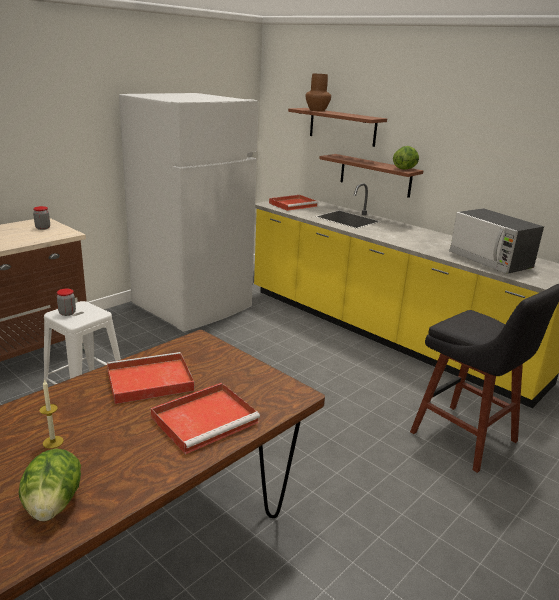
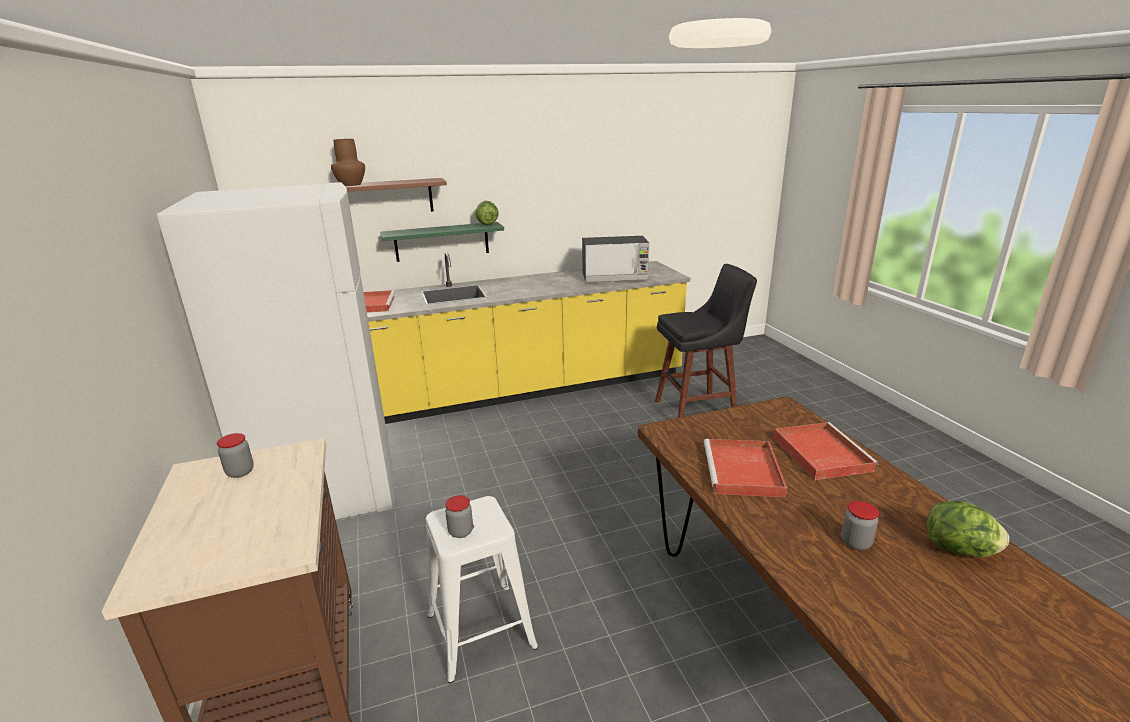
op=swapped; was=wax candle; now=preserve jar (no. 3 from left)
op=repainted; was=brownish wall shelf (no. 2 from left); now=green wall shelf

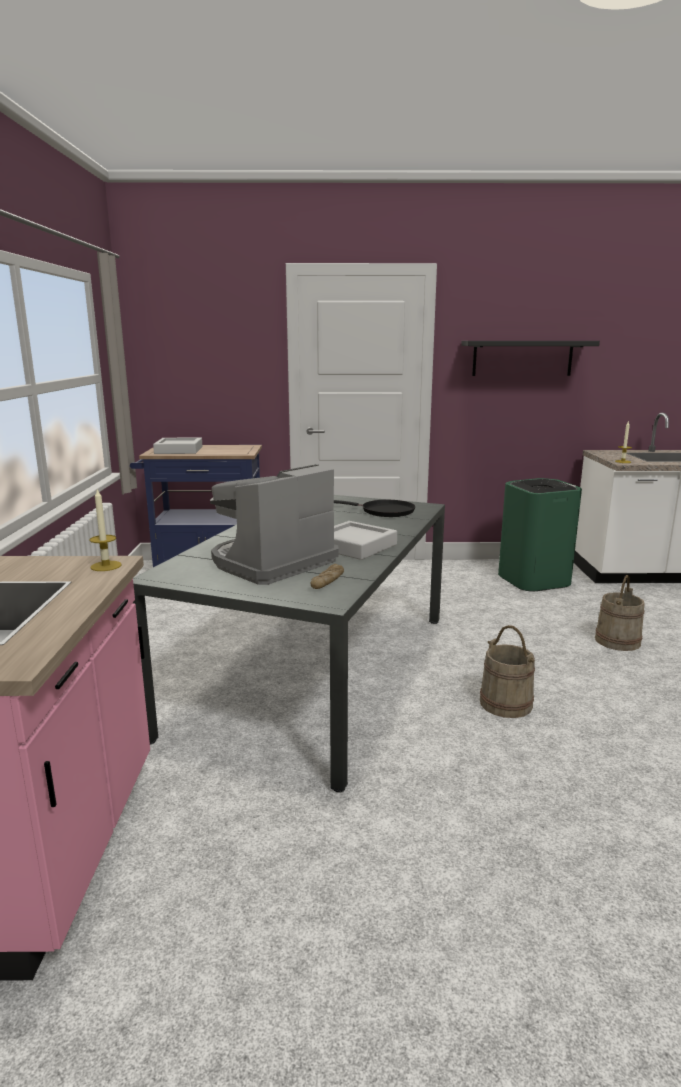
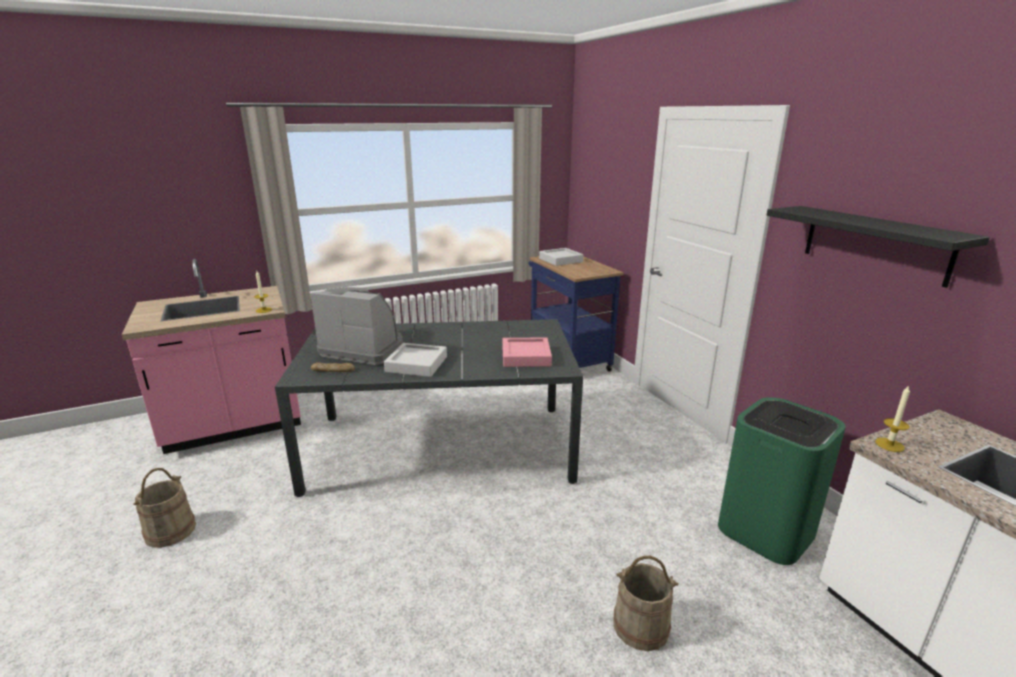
op=shifted; was=beige-coloured pail (no. 1 from left)
op=swapped; was=black-coloured pan; now=pinkish carrying tray

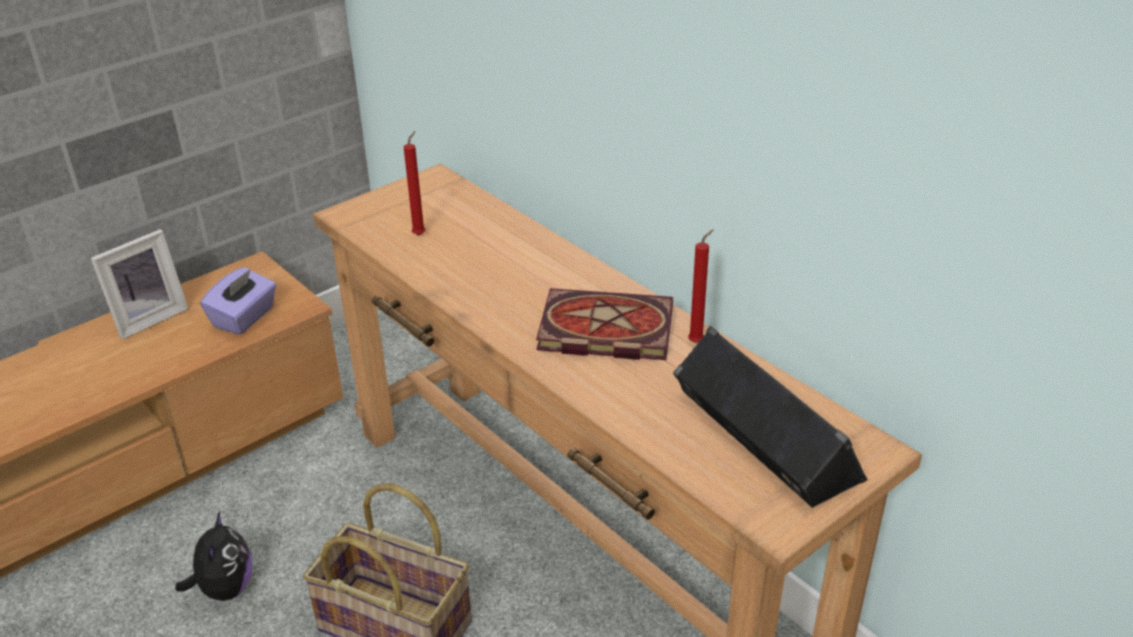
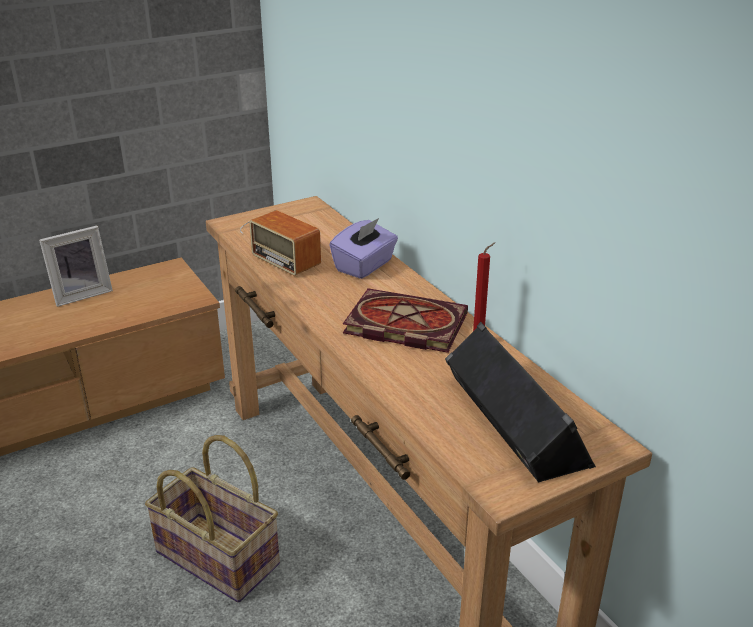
op=gone; was=soft toy
op=shifted; was=purplish box of tissues
op=swapped; was=reddish wax candle (no. 1 from left); now=radio set

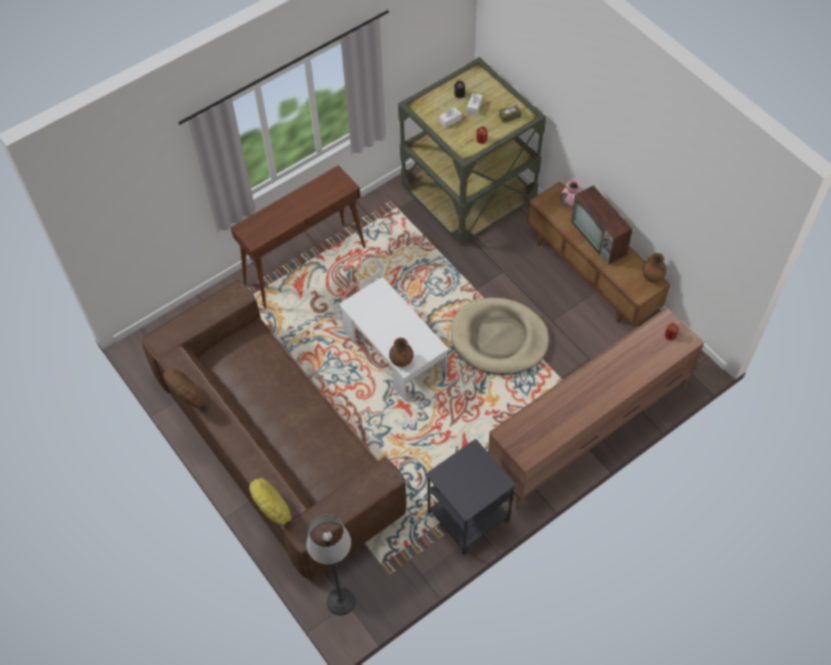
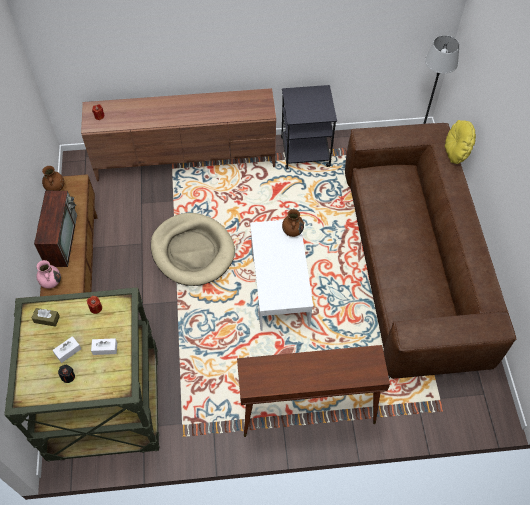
op=gone; was=brownish pillow

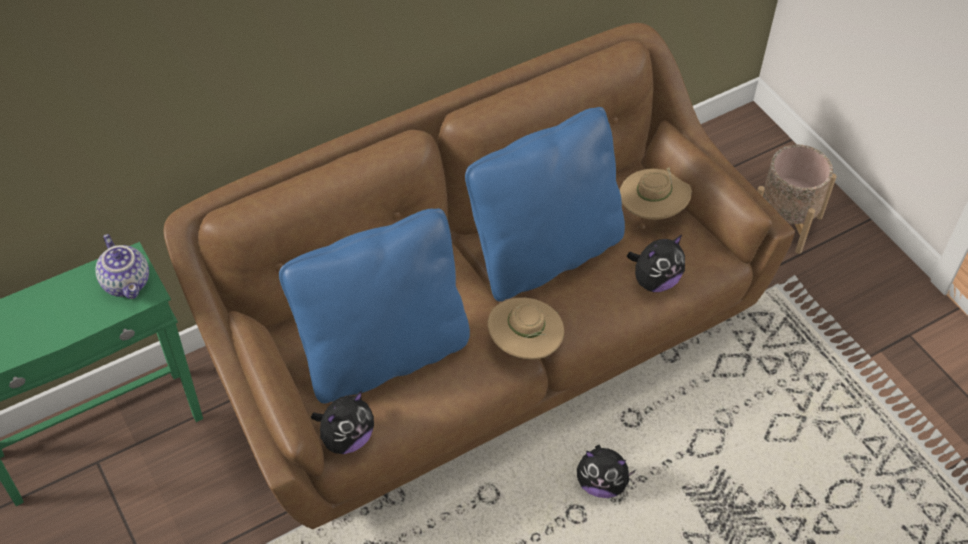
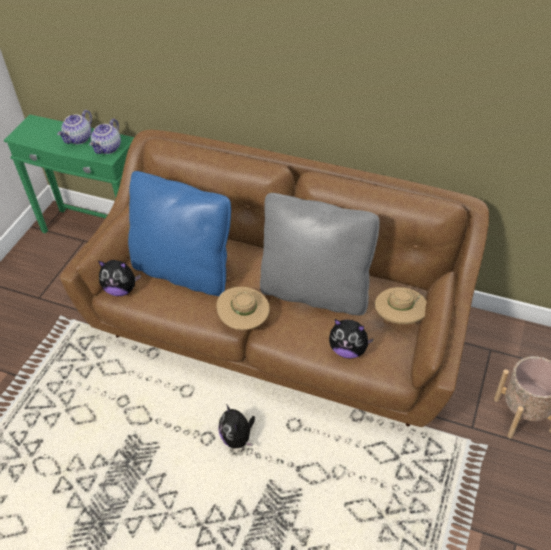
op=new; now=pot for tea (no. 1 from left)
op=repainted; was=blue-coloured pillow (no. 2 from left); now=grey pillow

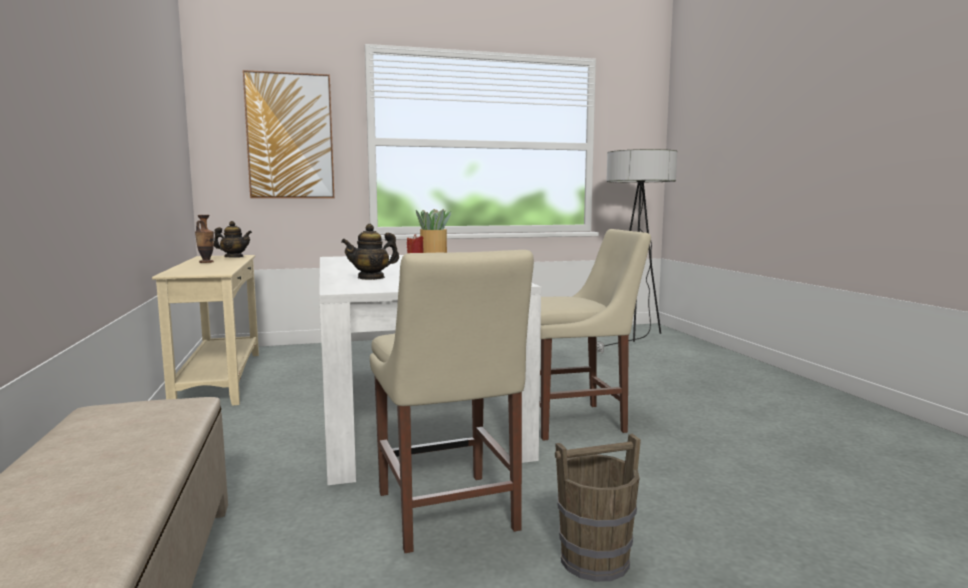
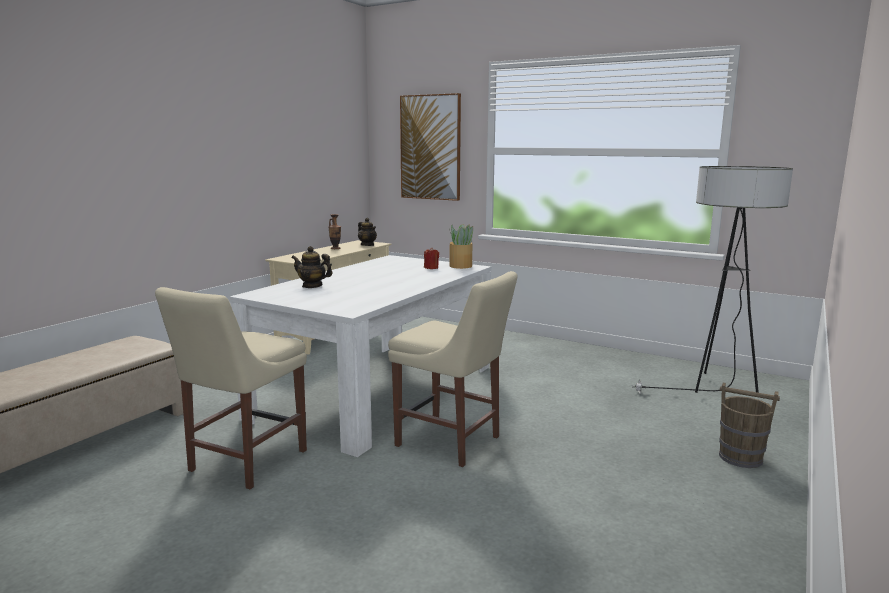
op=shifted; was=brownish pail

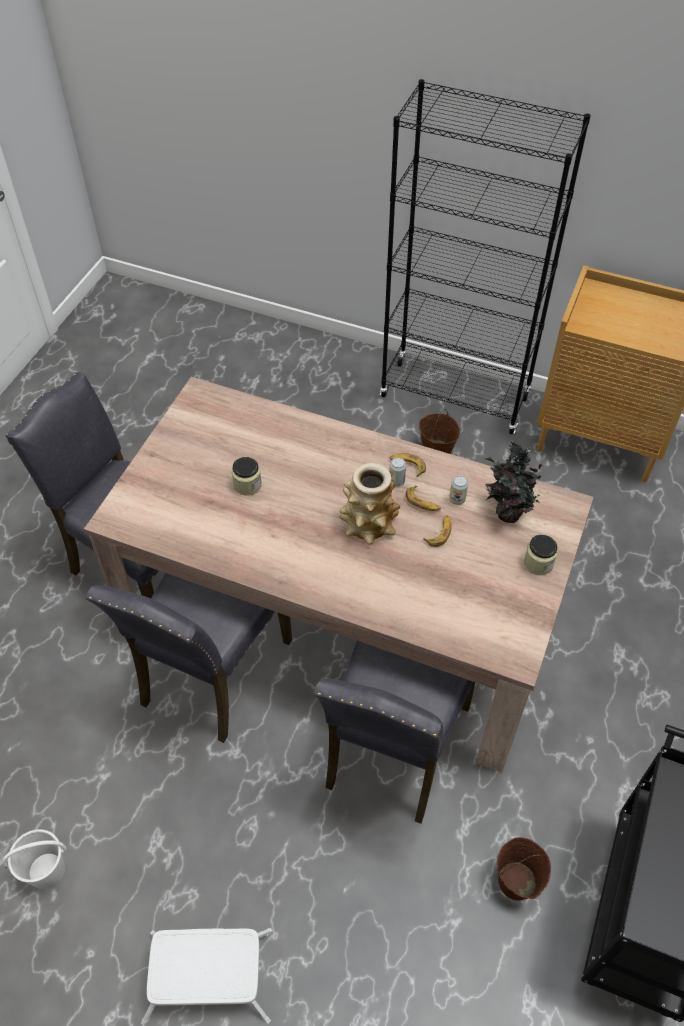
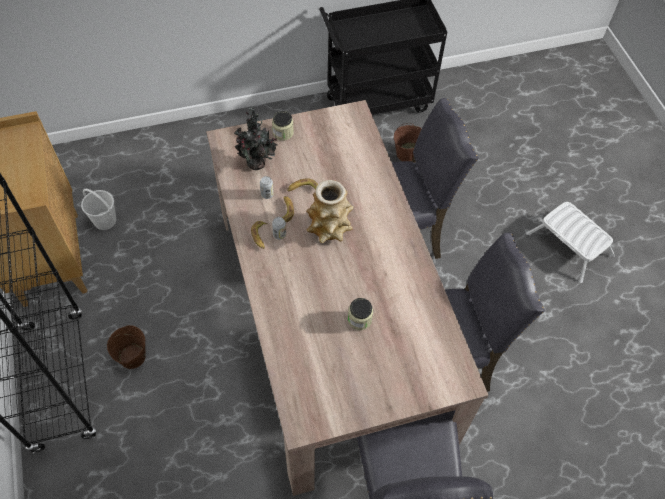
op=shifted; was=white-coloured pail

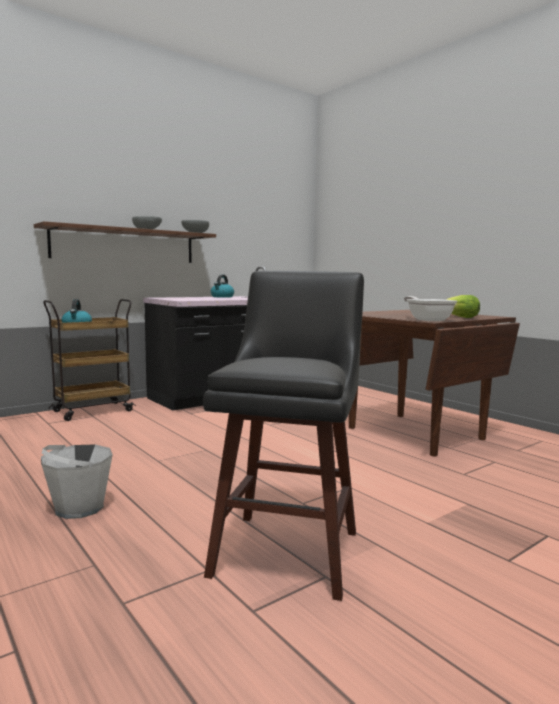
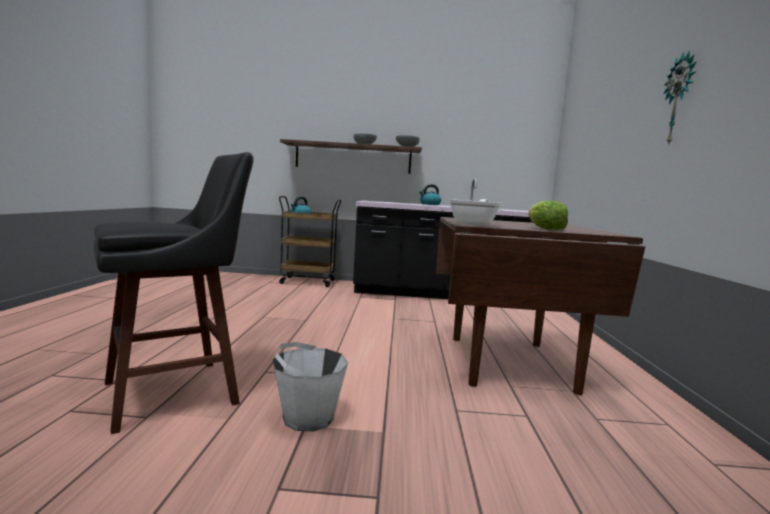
op=new; now=hanging clock
op=shifted; was=white-coloured pail

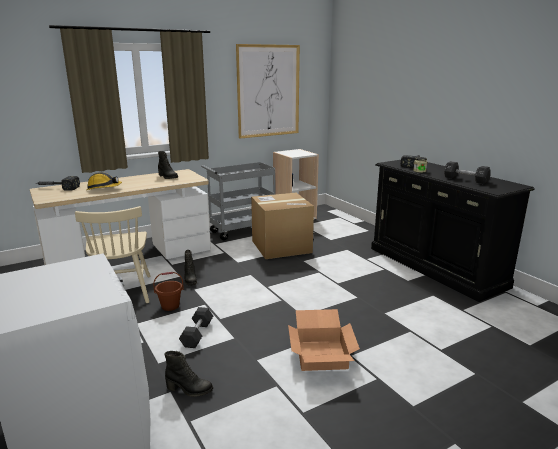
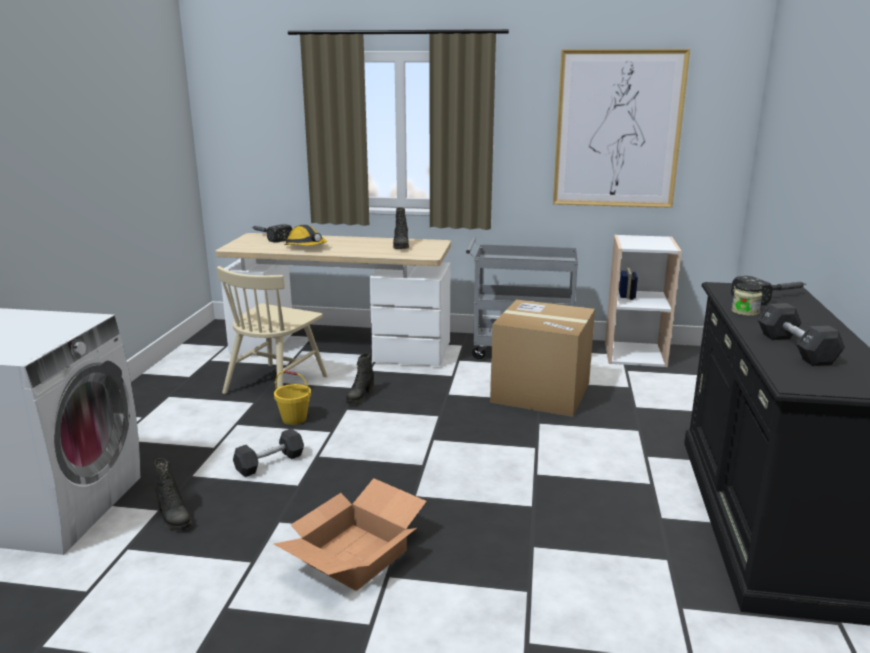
op=repainted; was=brownish pail; now=yellow pail

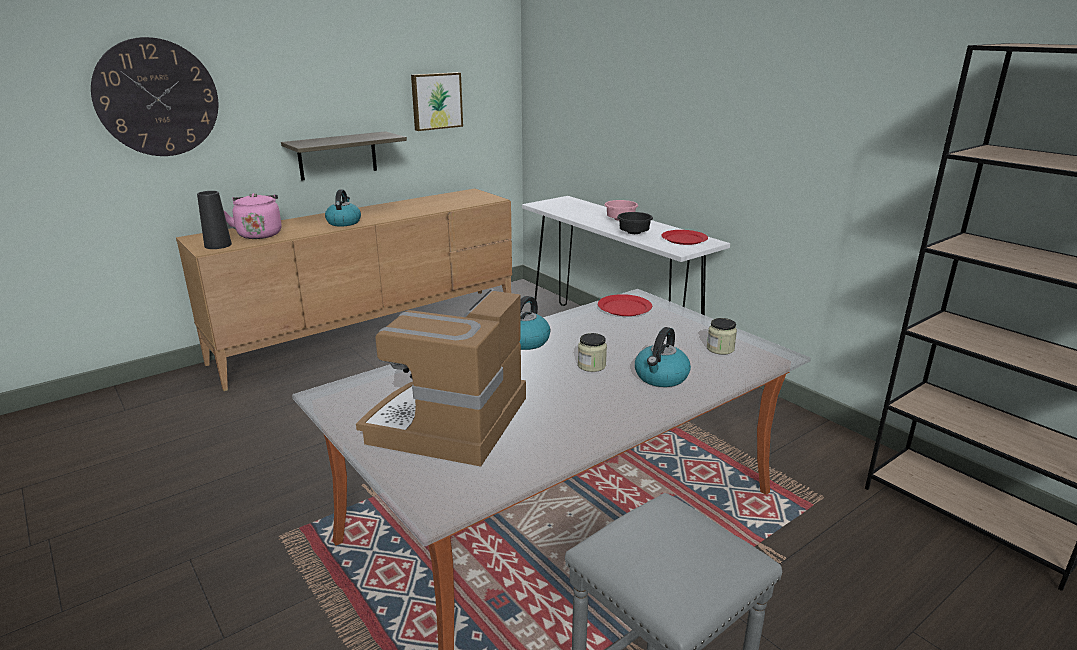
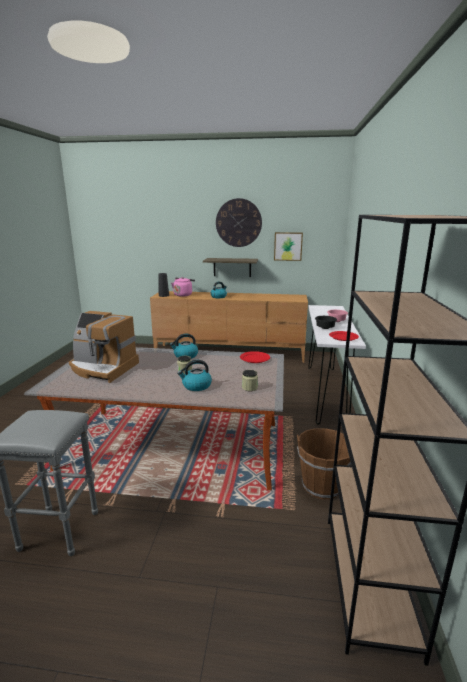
op=new; now=brownish pail
op=shifted; was=hanging clock
op=rotated; was=coffee machine; clockwise=-135

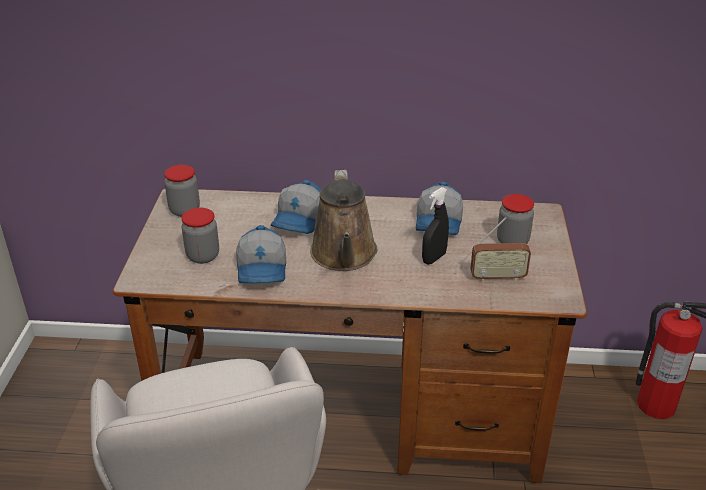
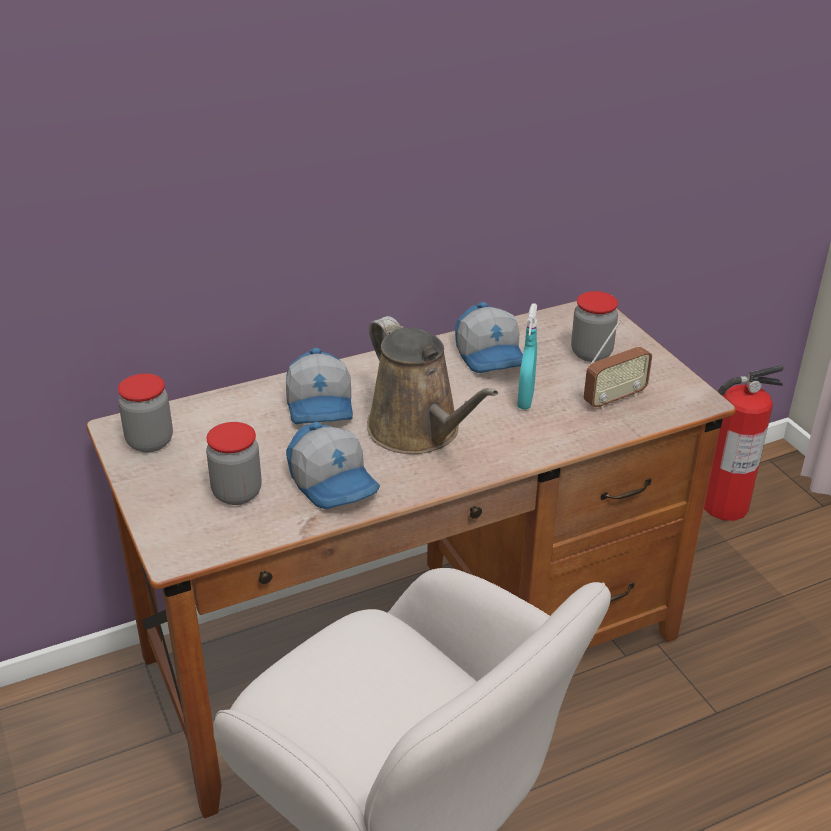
op=repainted; was=black-coloured spray bottle; now=blue-green spray bottle

